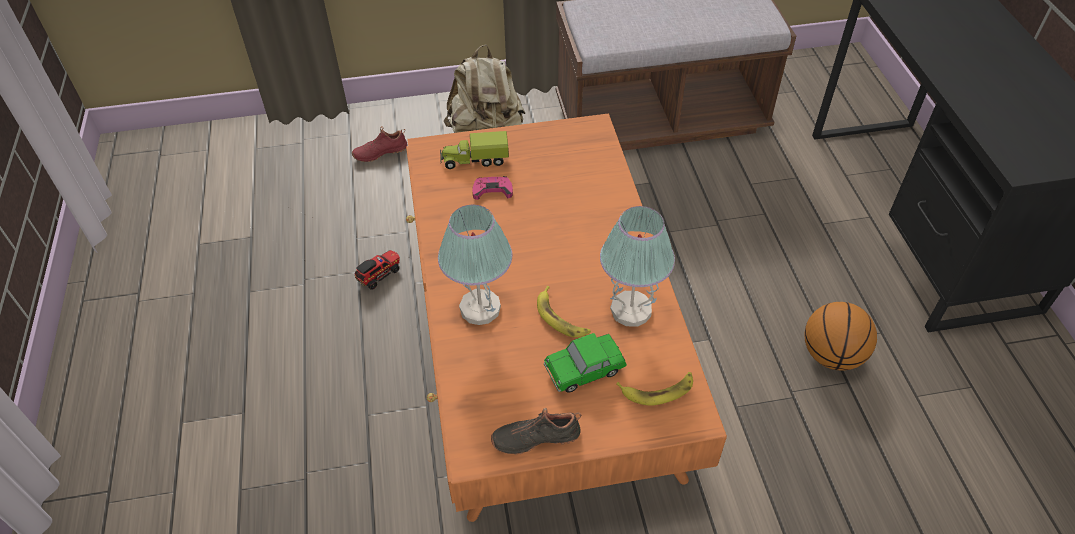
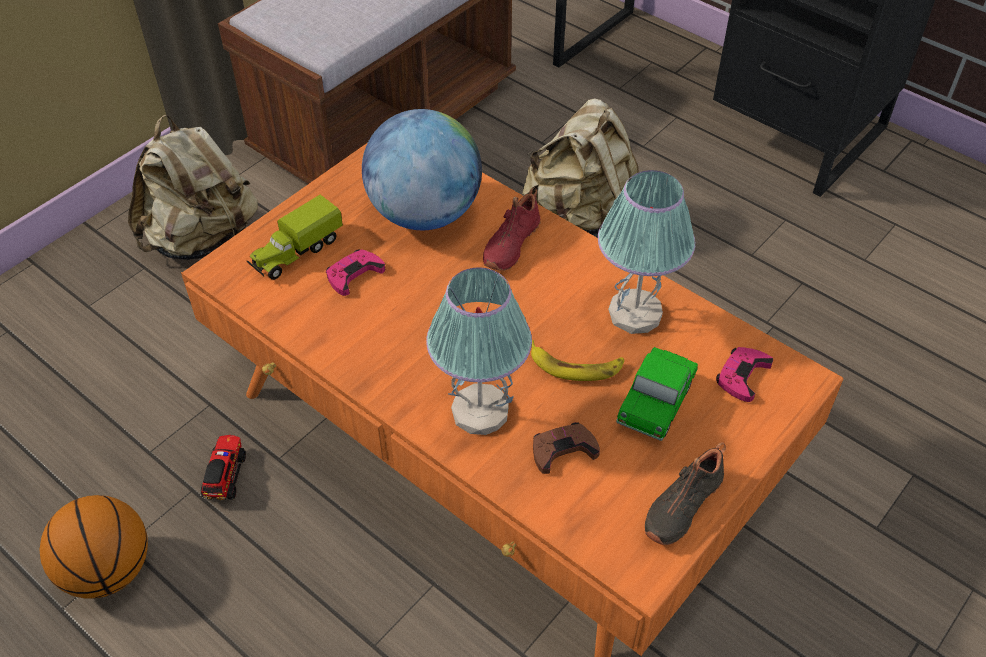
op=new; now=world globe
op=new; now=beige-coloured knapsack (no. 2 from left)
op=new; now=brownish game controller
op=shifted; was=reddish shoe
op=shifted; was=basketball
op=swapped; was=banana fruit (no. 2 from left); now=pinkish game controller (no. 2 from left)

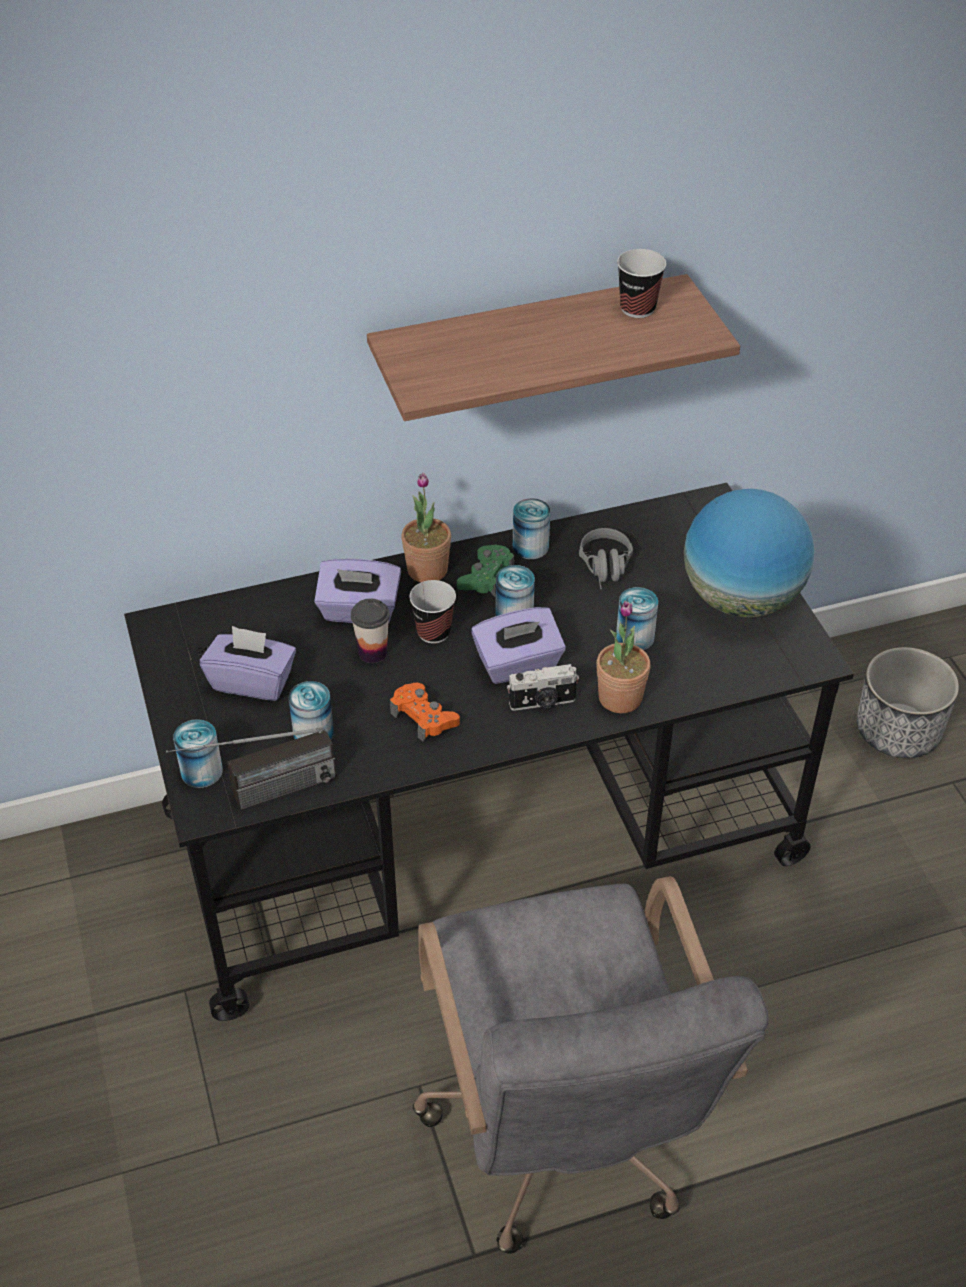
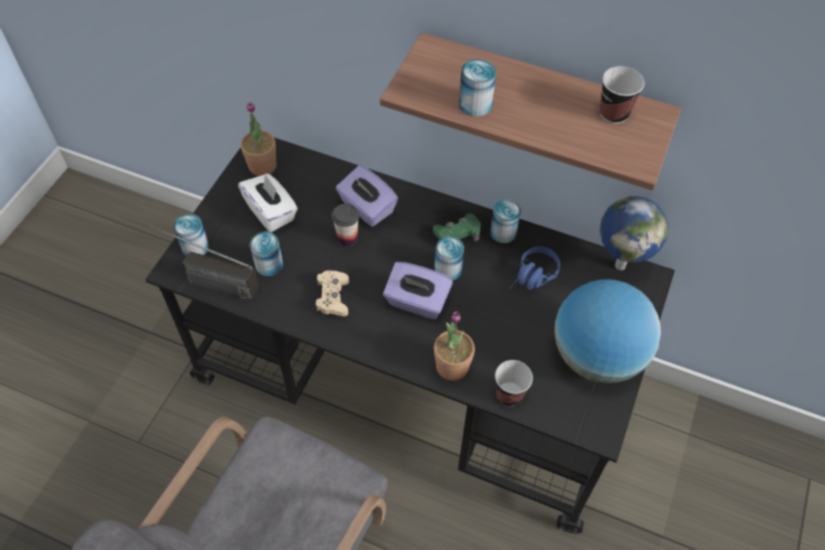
op=gone; was=photo camera
op=gone; was=plant pot
op=new; now=world globe (no. 2 from left)
op=shifted; was=plant in a pot (no. 1 from left)
op=shifted; was=drinking cup (no. 2 from left)
op=shifted; was=can (no. 5 from left in the first image); now=can (no. 4 from left)
op=repainted; was=purplish box of tissues (no. 1 from left); now=white-coloured box of tissues
op=repainted; was=orange game controller; now=beige-coloured game controller
op=repainted; was=grey headphones; now=blue-coloured headphones

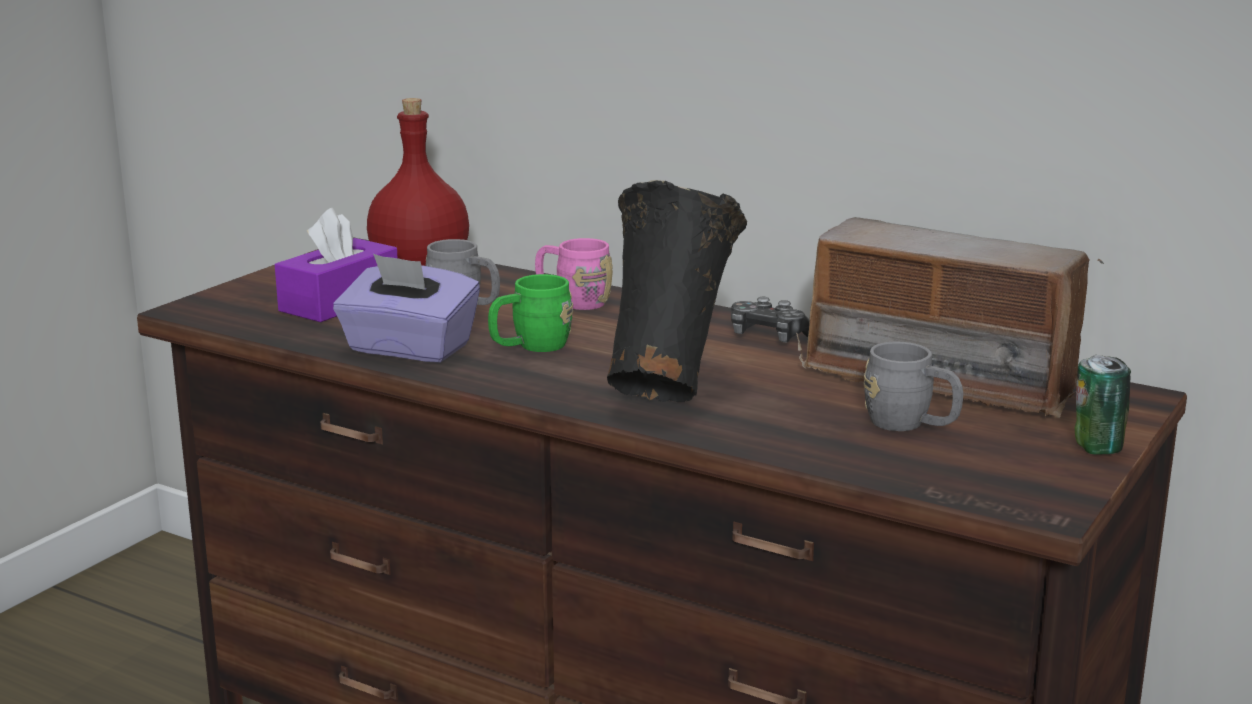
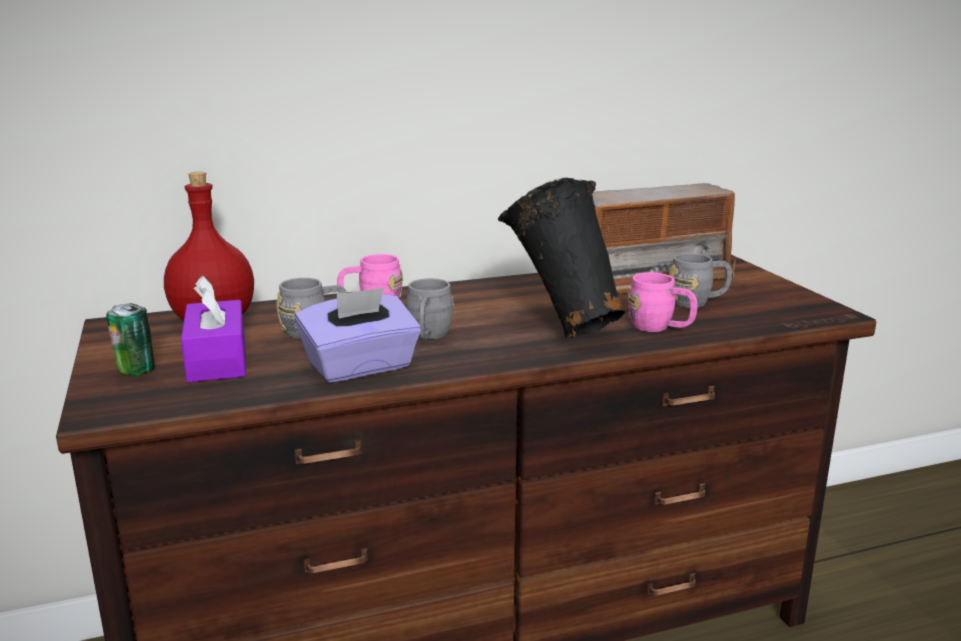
op=gone; was=game controller
op=new; now=pinkish mug (no. 2 from left)
op=shifted; was=can
op=repainted; was=green mug; now=grey mug (no. 2 from left)

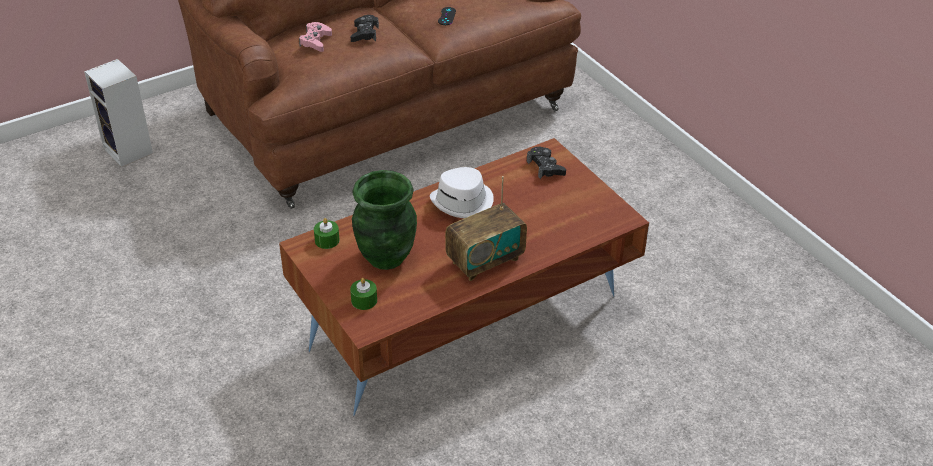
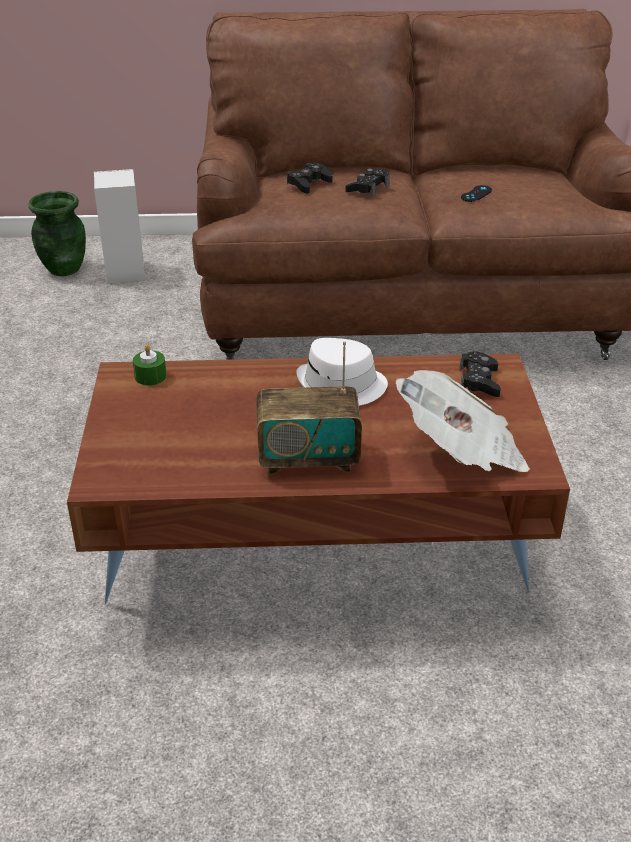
op=gone; was=green wax candle (no. 2 from left)
op=new; now=daily paper
op=shifted; was=green vase
op=repainted; was=pinkish game controller; now=black-coloured game controller (no. 1 from left)

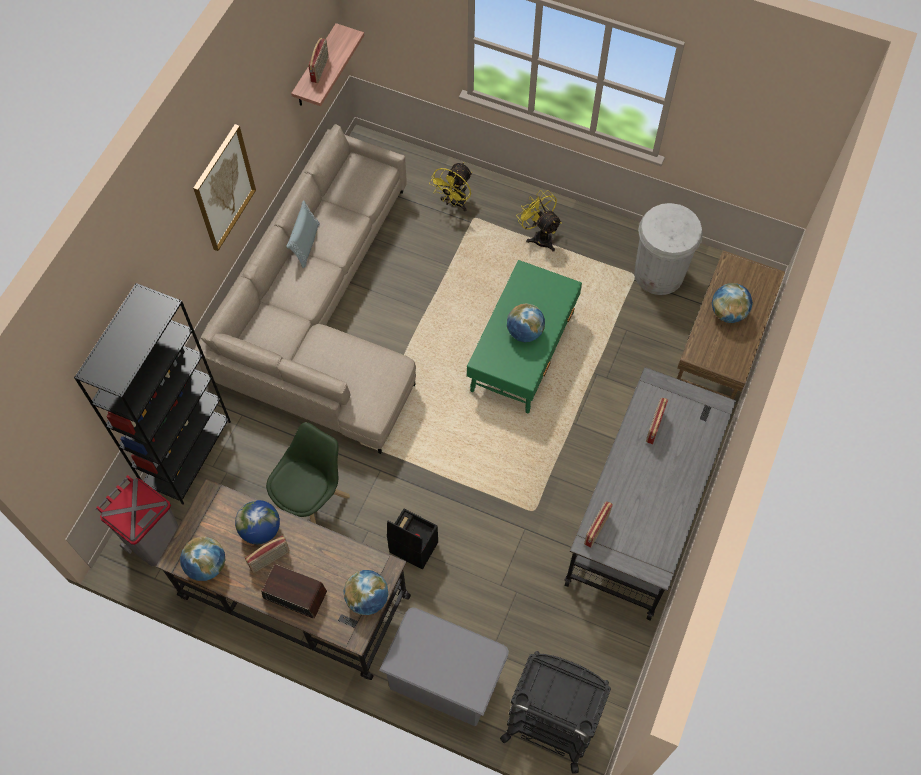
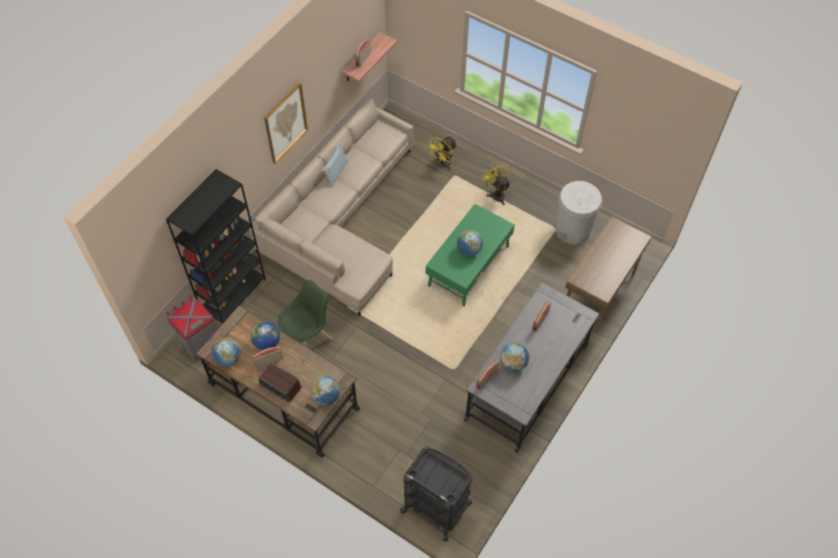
op=gone; was=grey night table
op=gone; was=black-coloured storage container
op=shifted; was=world globe (no. 5 from left)

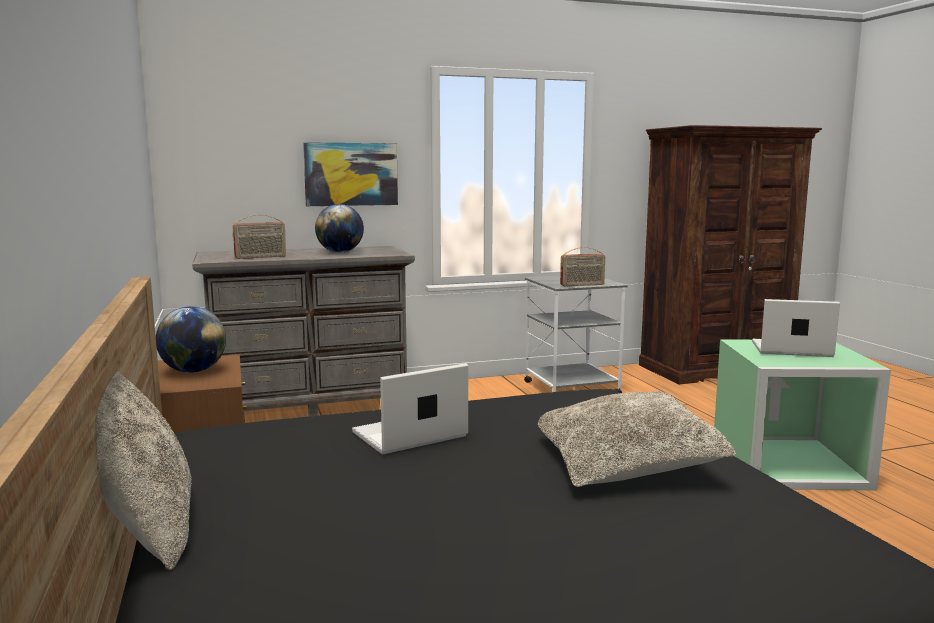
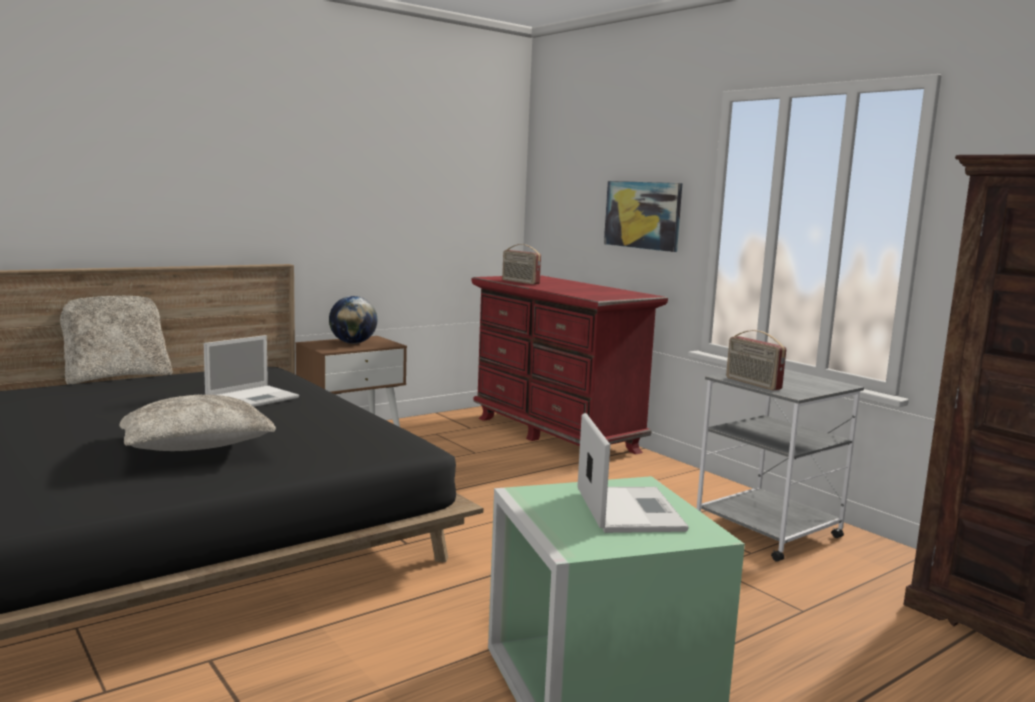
op=gone; was=world globe (no. 2 from left)
op=repainted; was=grey chest of drawers; now=reddish chest of drawers
op=rotated; was=notebook computer (no. 1 from left); clockwise=90

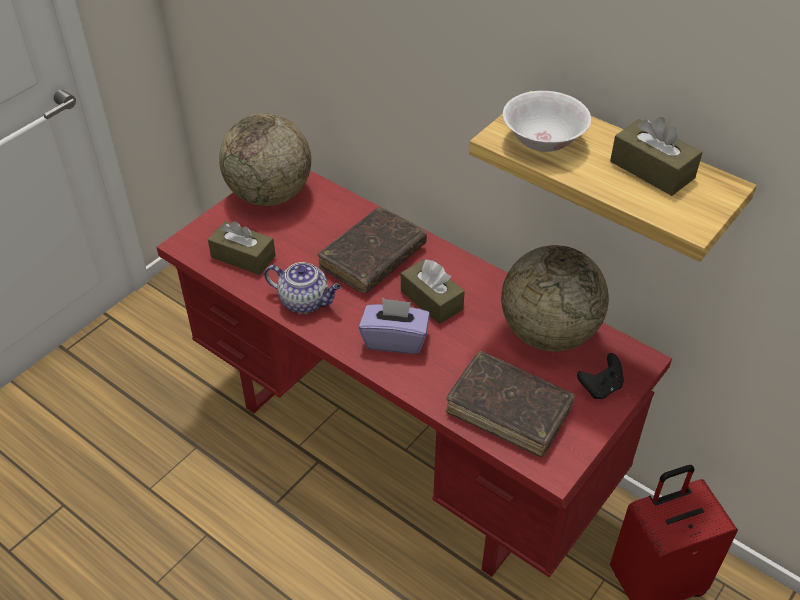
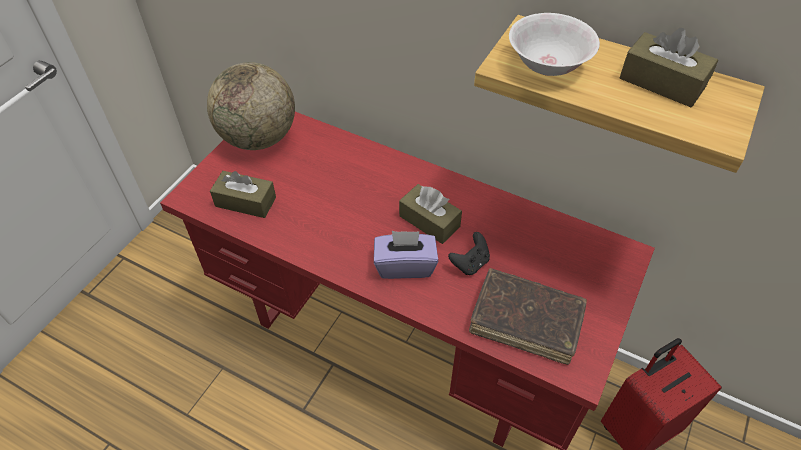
op=gone; was=pot for tea
op=gone; was=brownish bound book (no. 1 from left)
op=gone; was=world globe (no. 2 from left)
op=shifted; was=black-coloured game controller

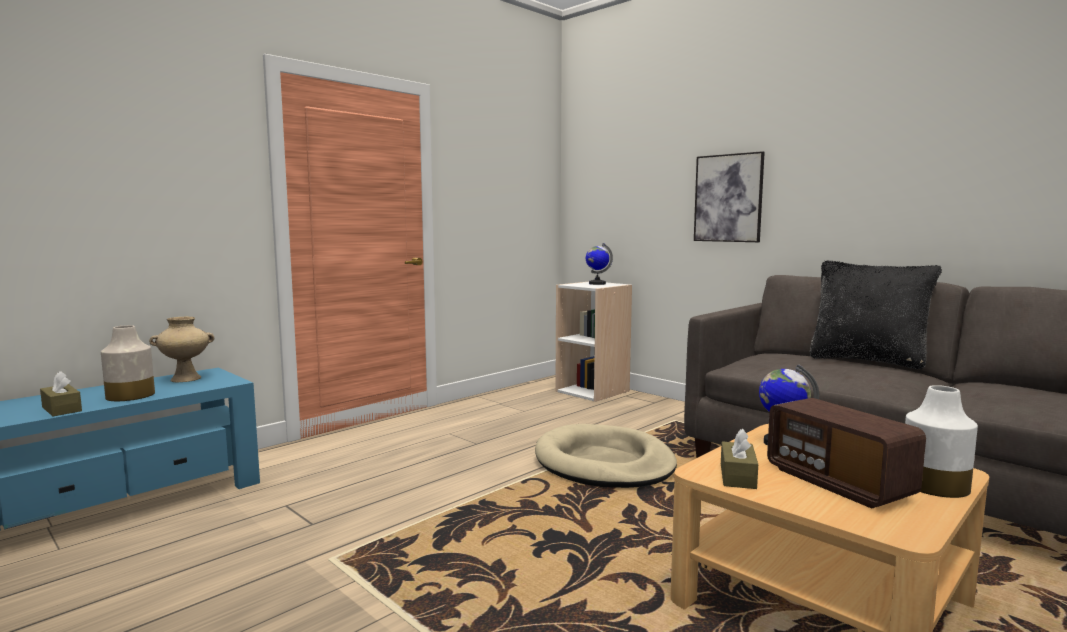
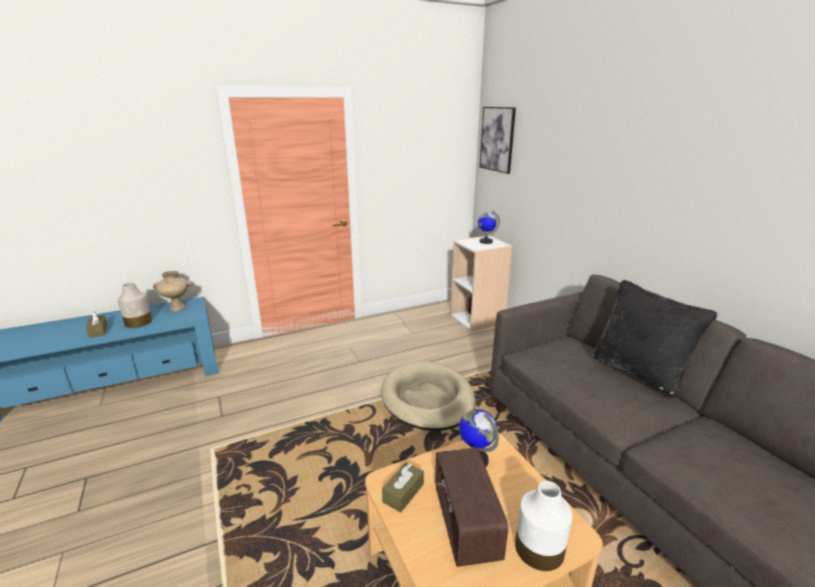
op=shifted; was=wall picture

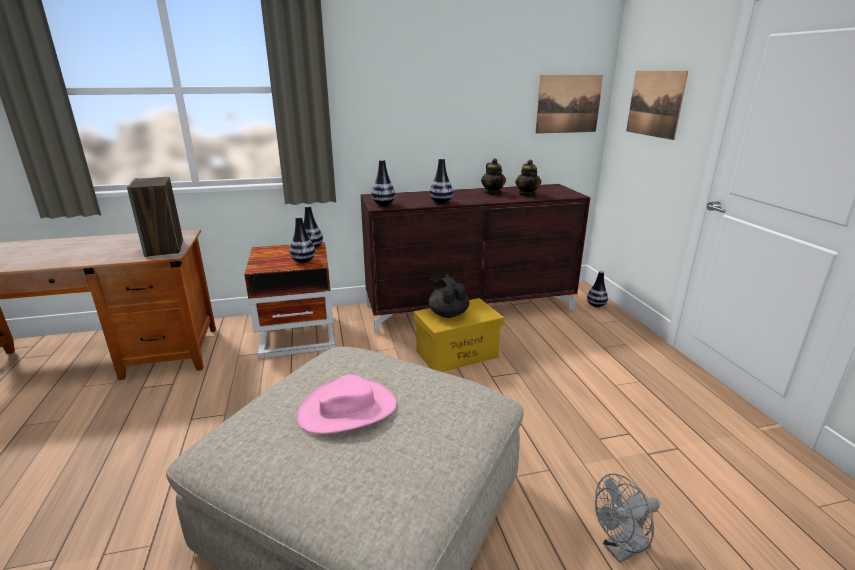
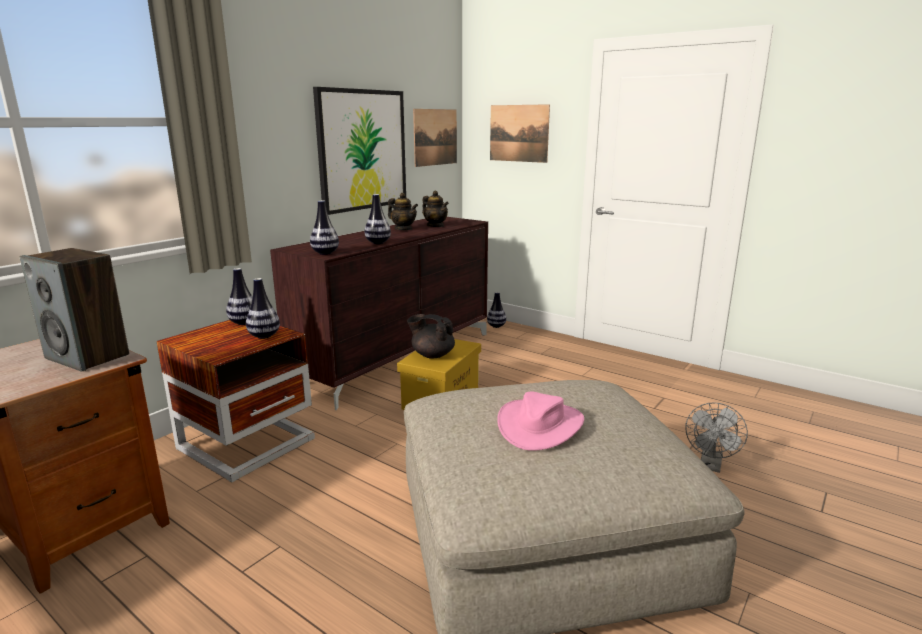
op=new; now=wall picture (no. 1 from left)

